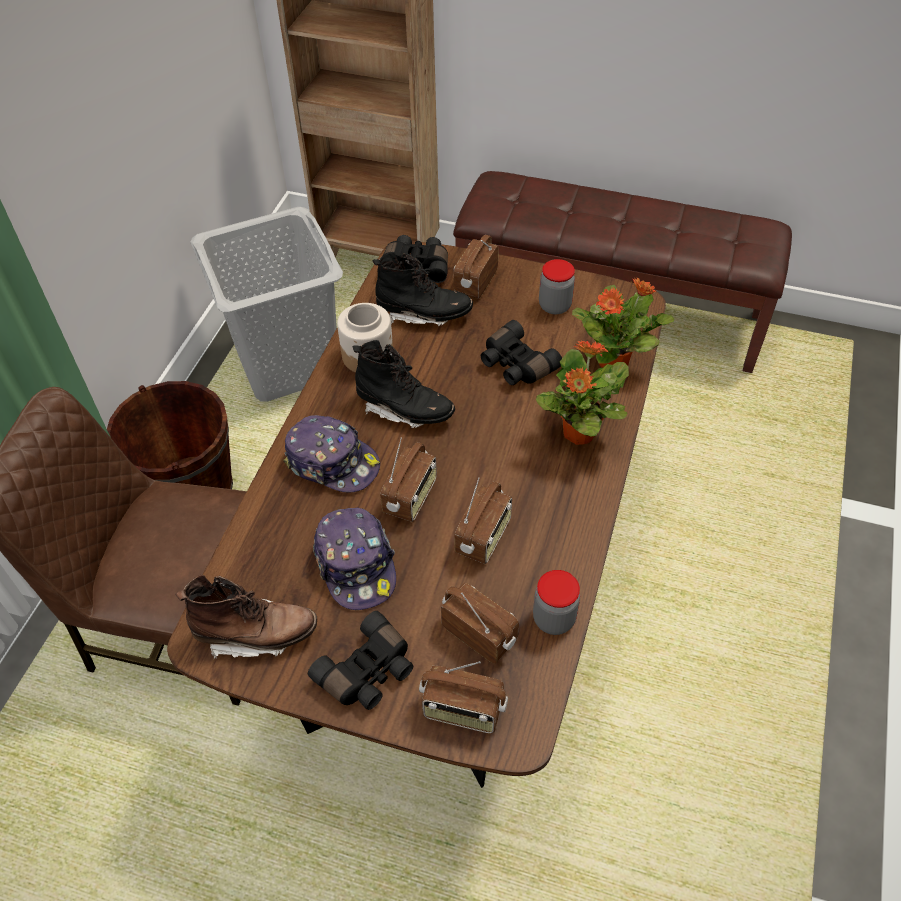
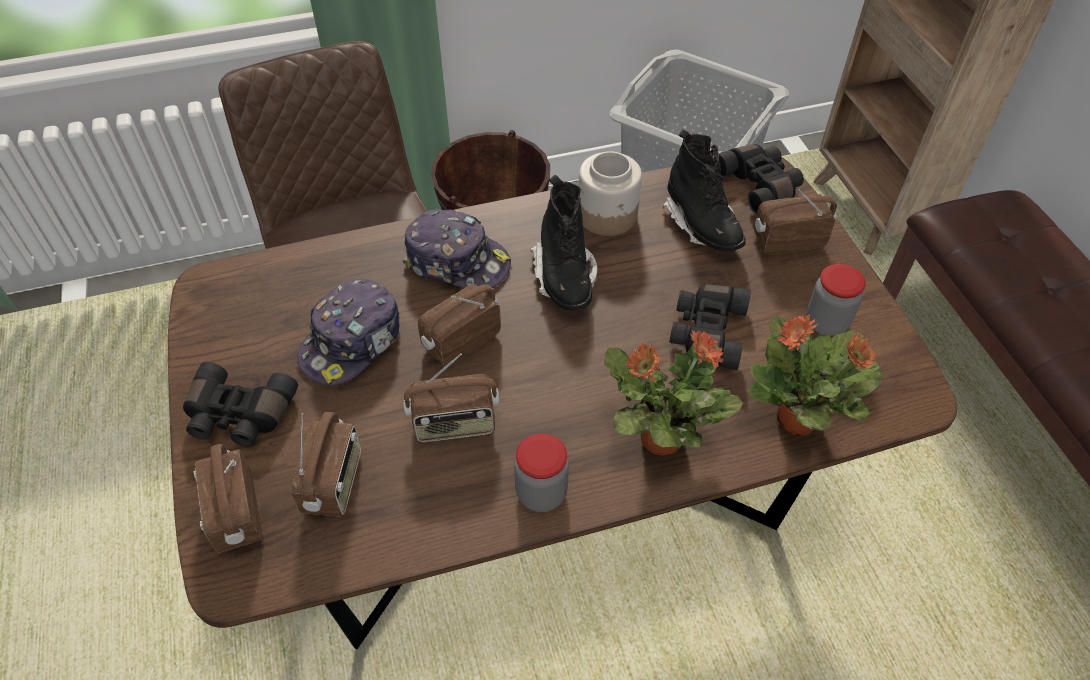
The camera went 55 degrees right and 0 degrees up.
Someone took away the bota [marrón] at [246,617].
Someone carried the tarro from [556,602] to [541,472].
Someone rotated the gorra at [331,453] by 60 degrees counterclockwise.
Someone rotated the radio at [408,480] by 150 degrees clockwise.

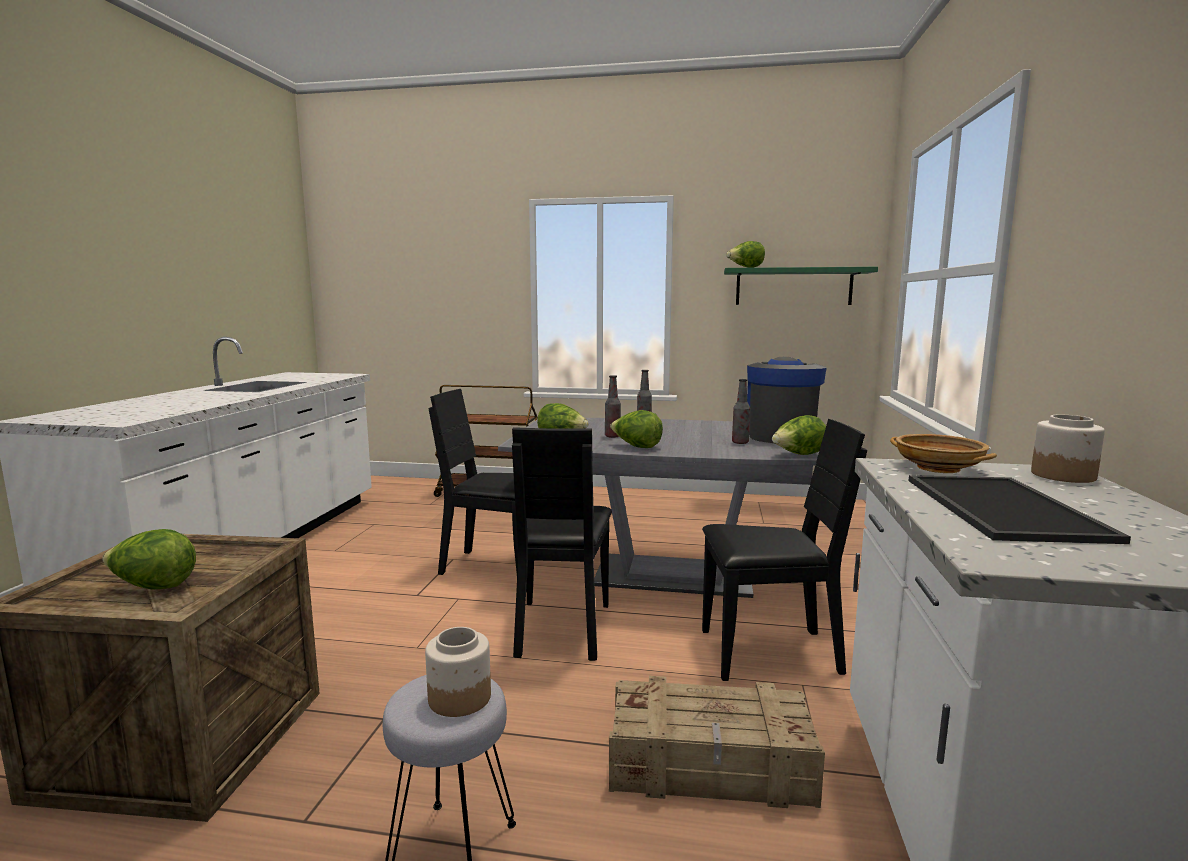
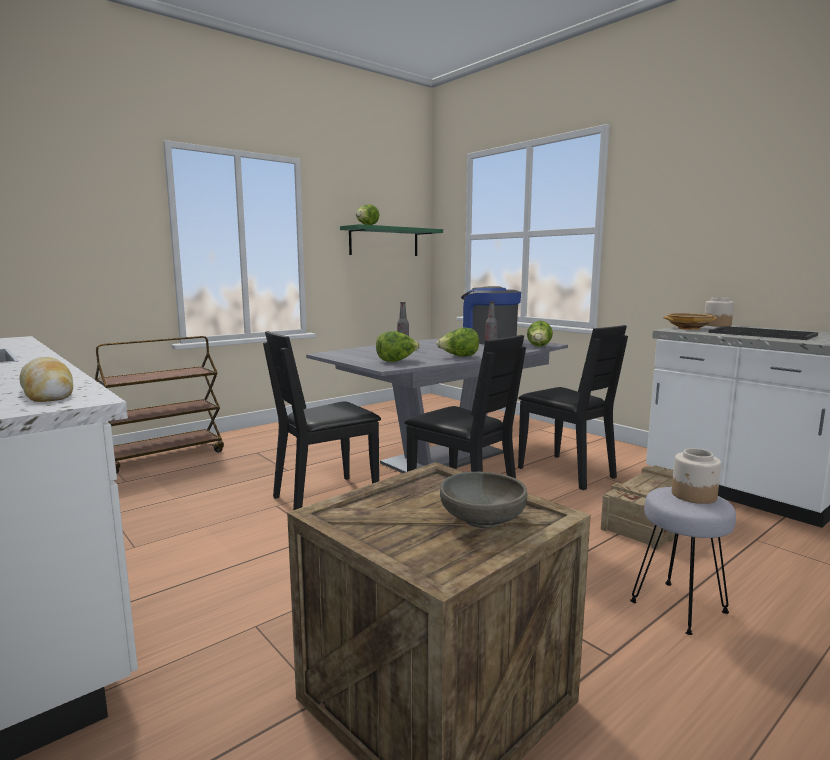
The camera went 50 degrees left and 0 degrees up.
Someone took away the botella at [613,406].
Someone put down the pan at [46,379].
Someone swapped the lechuga at [149,559] for the cuenco [gris] at [483,500].
Someone rotated the silla [negro] at [784,550] by 105 degrees clockwise.

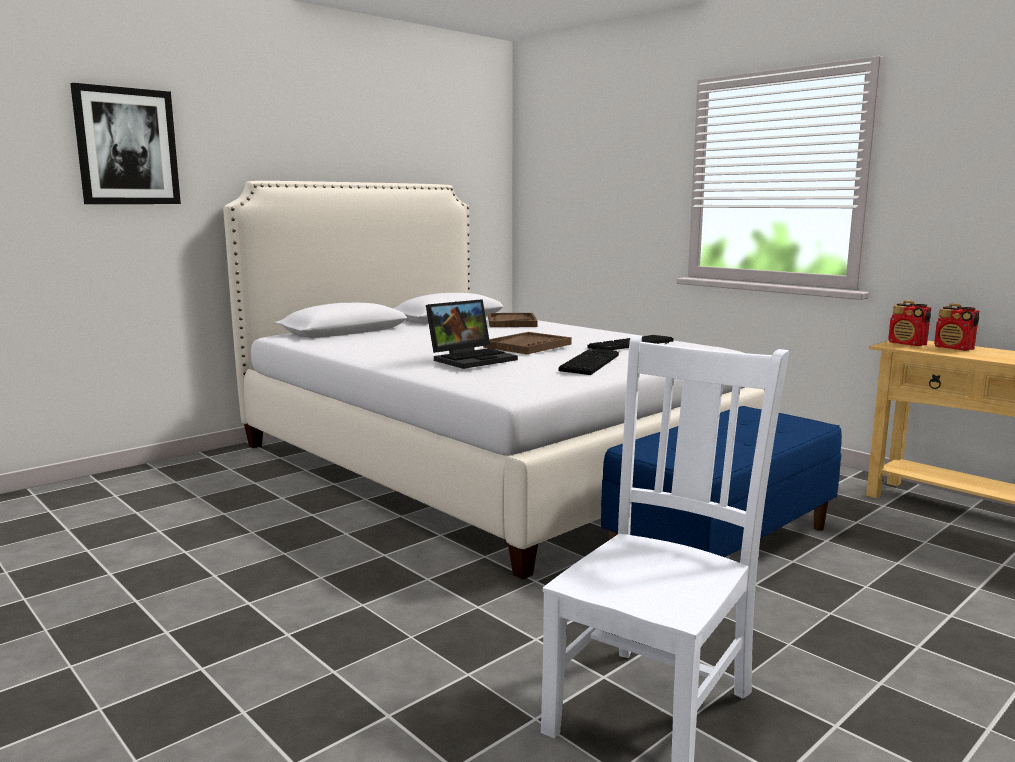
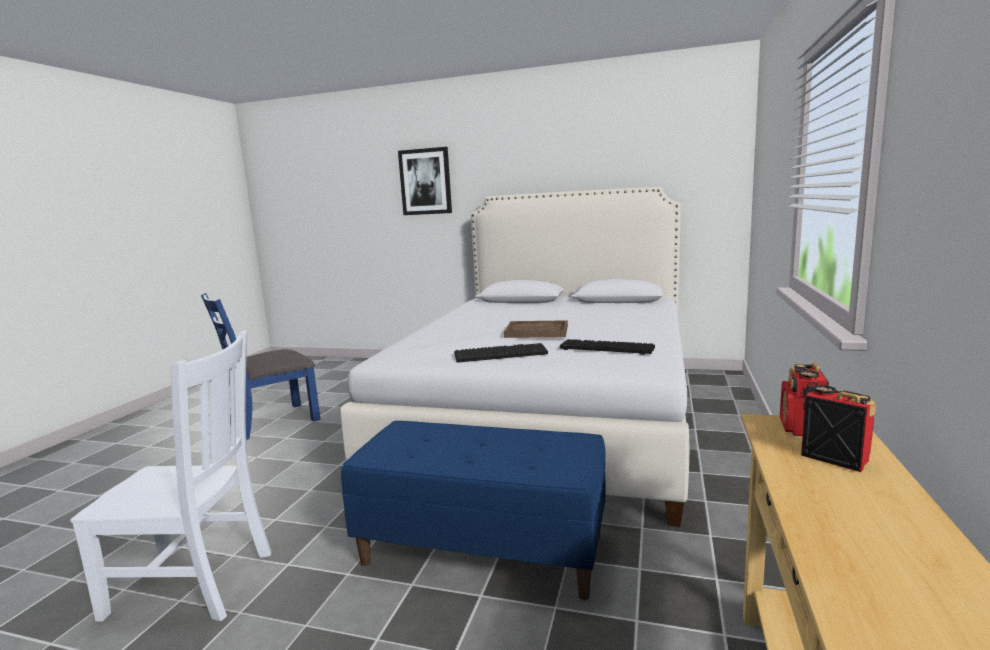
The camera went 60 degrees right and 0 degrees up.
Someone took away the portátil at [472,334].
Someone took away the bandeja [marrón] at [513,320].
Someone put down the silla [azul] at [261,366].
Someone rotated the radio at [956,327] by 120 degrees clockwise.

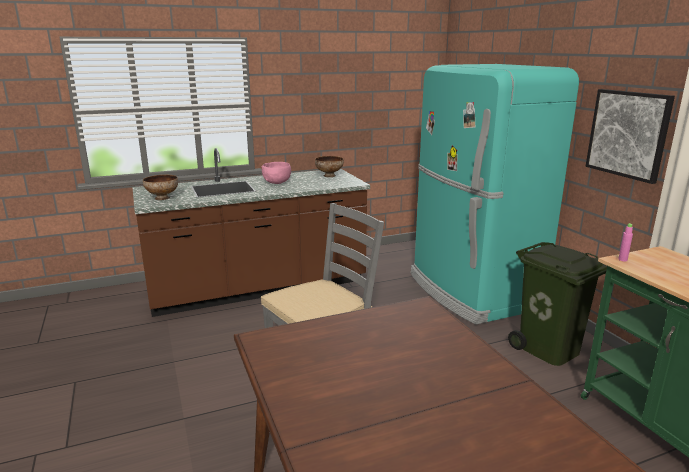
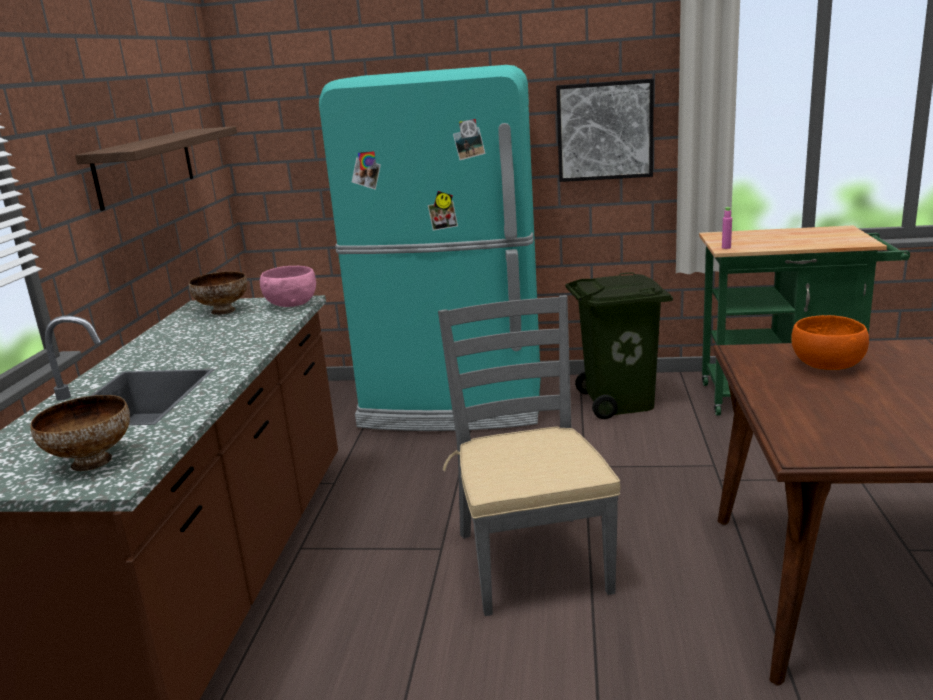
The camera went 60 degrees left and 0 degrees up.
Someone put up the estante at [156,168].
Someone put down the cuenco [naranja] at [830,342].
Someone carried the cuenco [rosa] from [276,173] to [288,286].

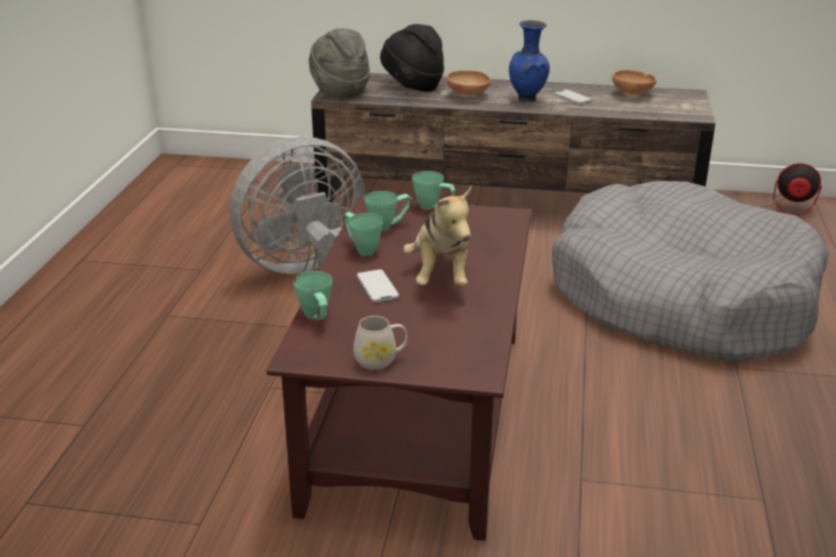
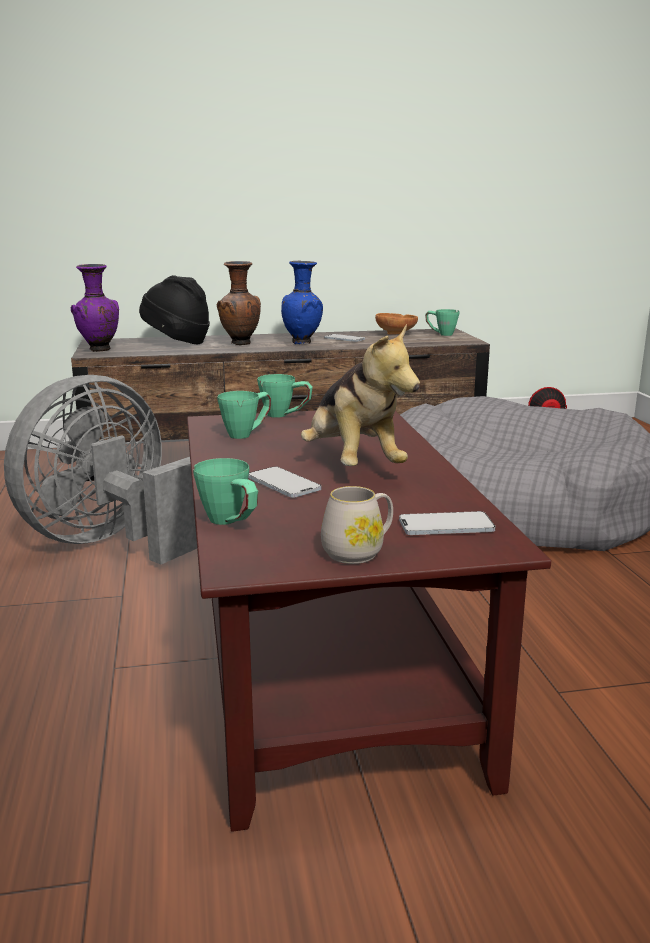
The camera went 20 degrees left and 10 degrees down.
Someone put down the móvil at [447,523].
Someone carried the taza grande [verde] from [363,234] to [442,322].
Someone swapped the sombrero [gris] at [339,63] for the florero [morado] at [95,308].
Someone swapped the cuenco [marrón] at [469,83] for the florero [marrón] at [239,303].

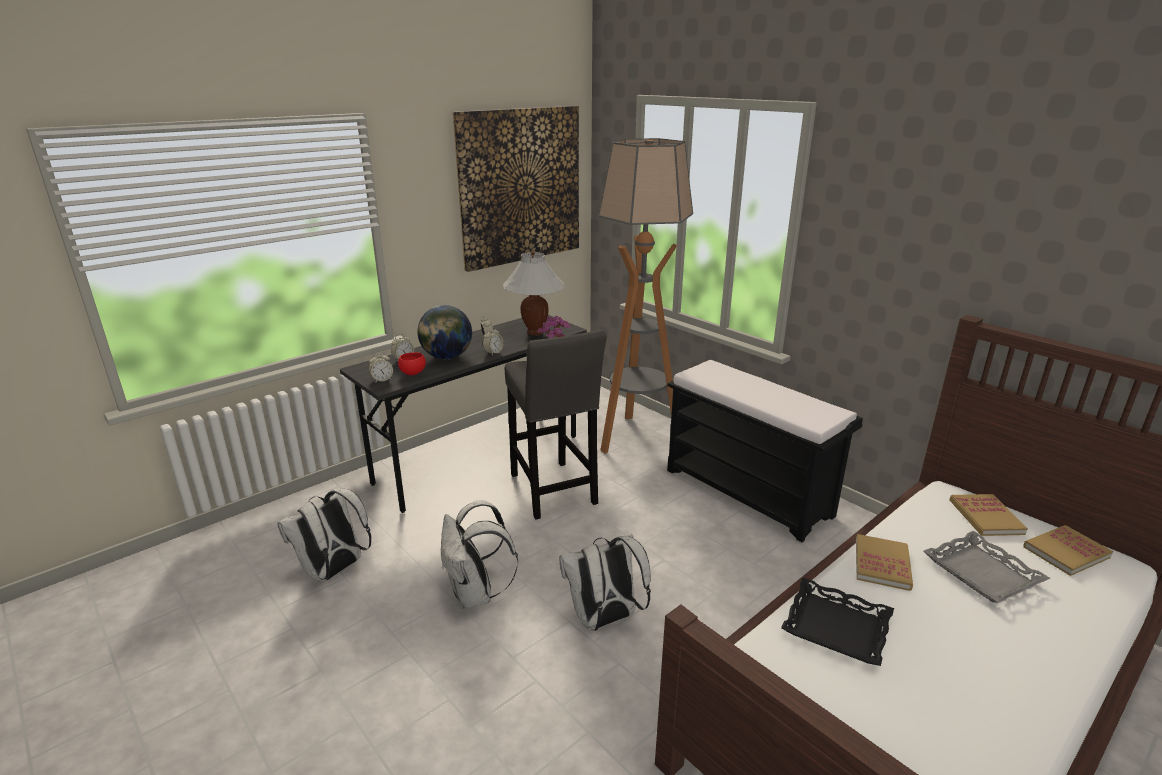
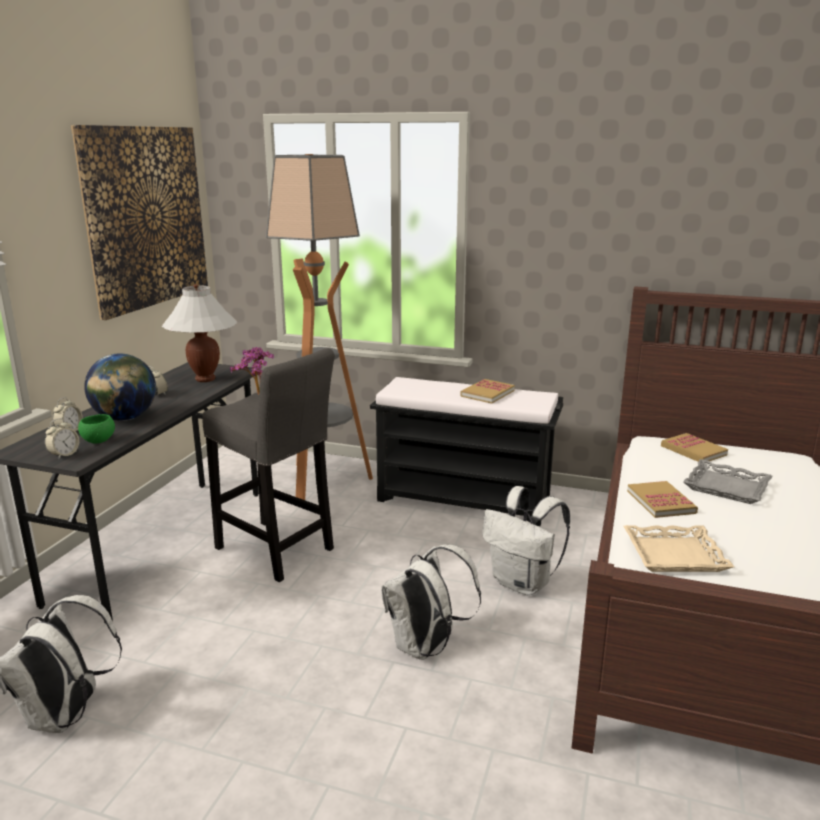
The camera went 30 degrees left and 5 degrees down.
Someone took away the despertador at [493,341].
Someone carried the mochila [blanco] from [479,554] to [526,541].
Someone carried the libro from [1068,550] to [487,391].
Someone repainted the cuenco [rojo] at [412,363], which became the cuenco [verde] at [96,429].
Someone repainted the bandeja [negro] at [837,622], which became the bandeja [beis] at [679,548].

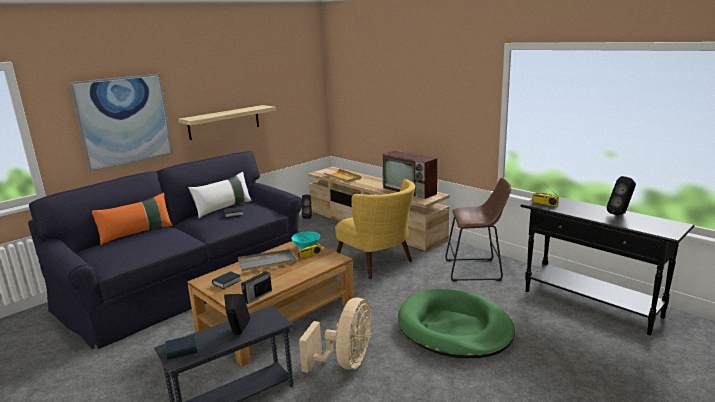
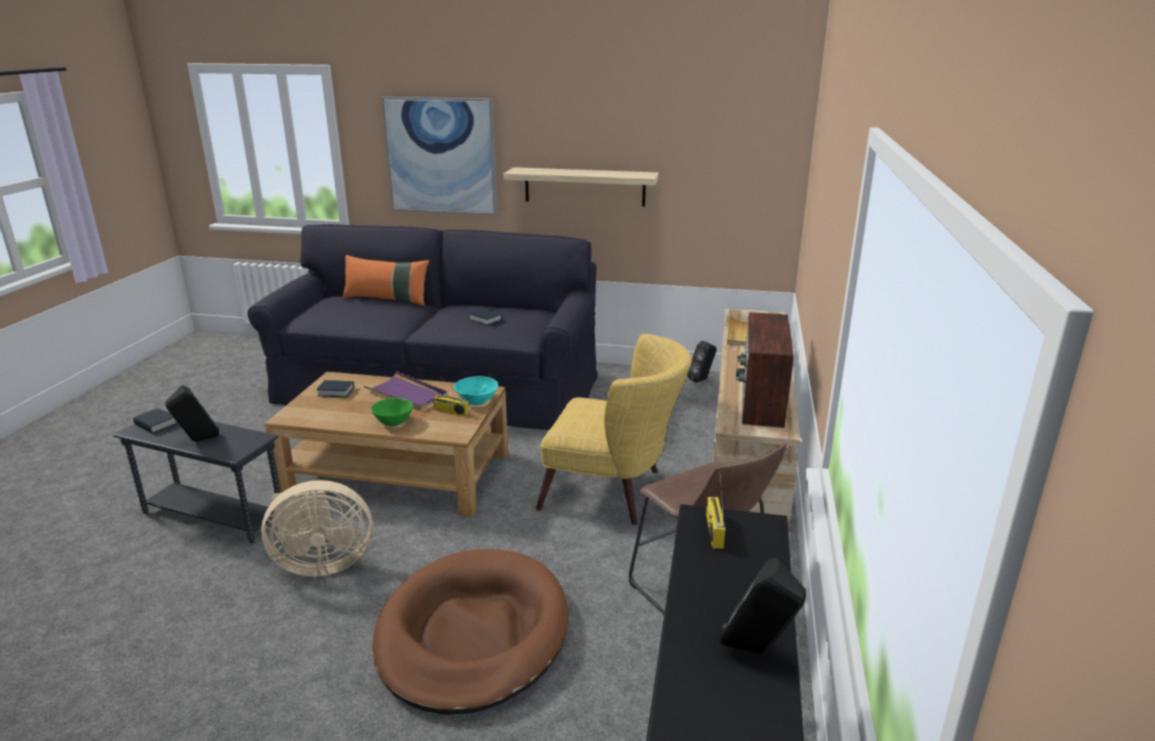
The camera went 55 degrees right and 5 degrees up.
Someone took away the cojín [blanco] at [220,195].
Someone took away the radio at [256,287].
Someone put down the cuenco [verde] at [392,412].
Someone repainted the bandeja [gris] at [267,260], which became the bandeja [morado] at [405,391].
Someone repainted the cama para perro [verde] at [456,323], which became the cama para perro [marrón] at [470,632].
Someone rotated the sillón [amarillo] at [375,229] by 90 degrees counterclockwise.

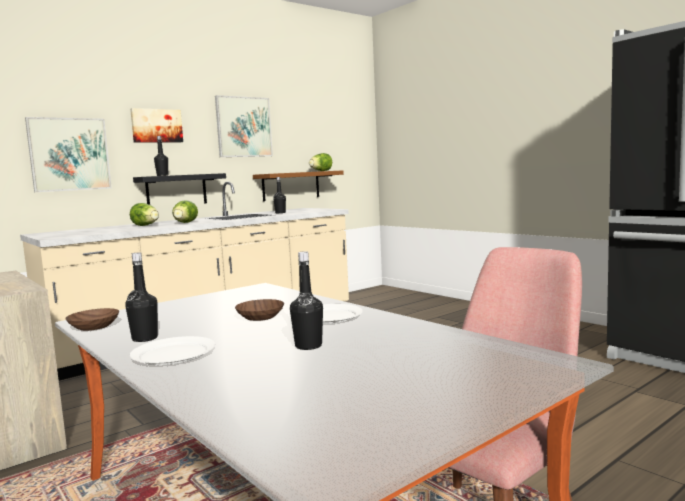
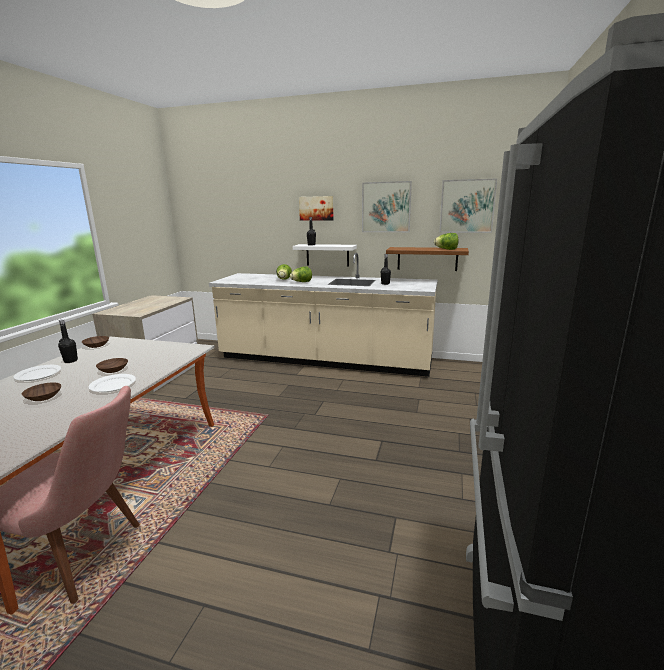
The camera went 55 degrees right and 10 degrees up.
Someone carried the cuadro from [68,154] to [468,206].
Someone swapped the botella [negro] at [306,300] for the cuenco [marrón] at [41,391].
Someone repainted the estante [negro] at [179,189], which became the estante [blanco] at [325,255].

